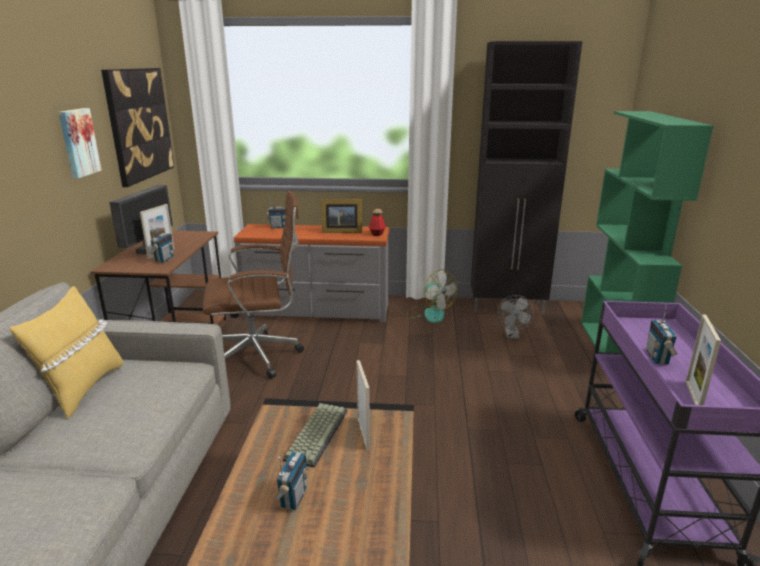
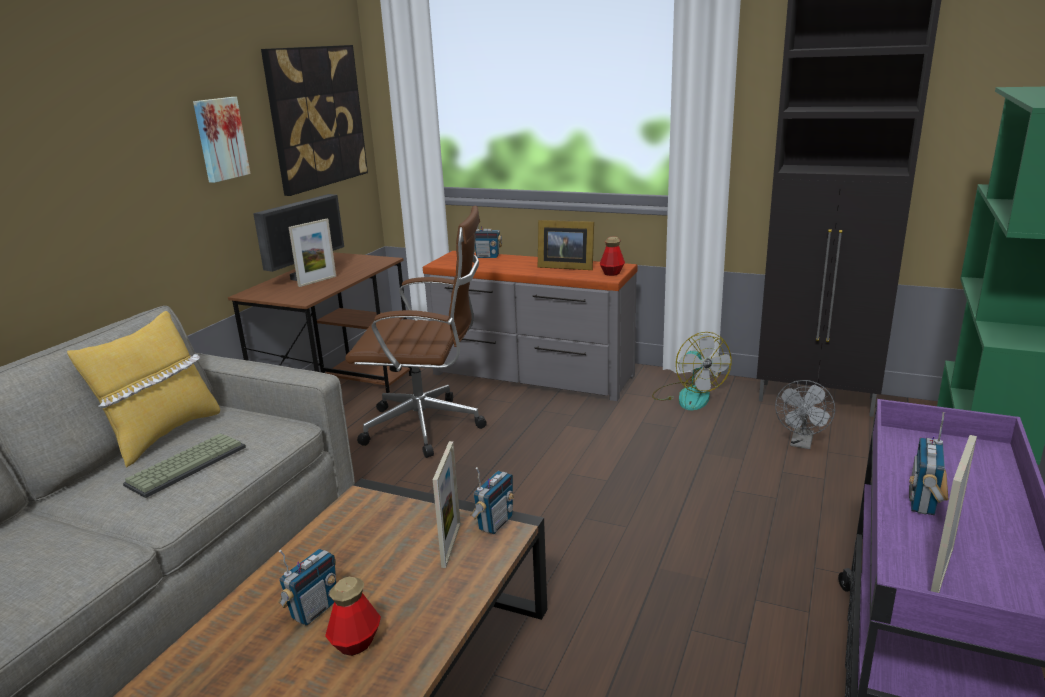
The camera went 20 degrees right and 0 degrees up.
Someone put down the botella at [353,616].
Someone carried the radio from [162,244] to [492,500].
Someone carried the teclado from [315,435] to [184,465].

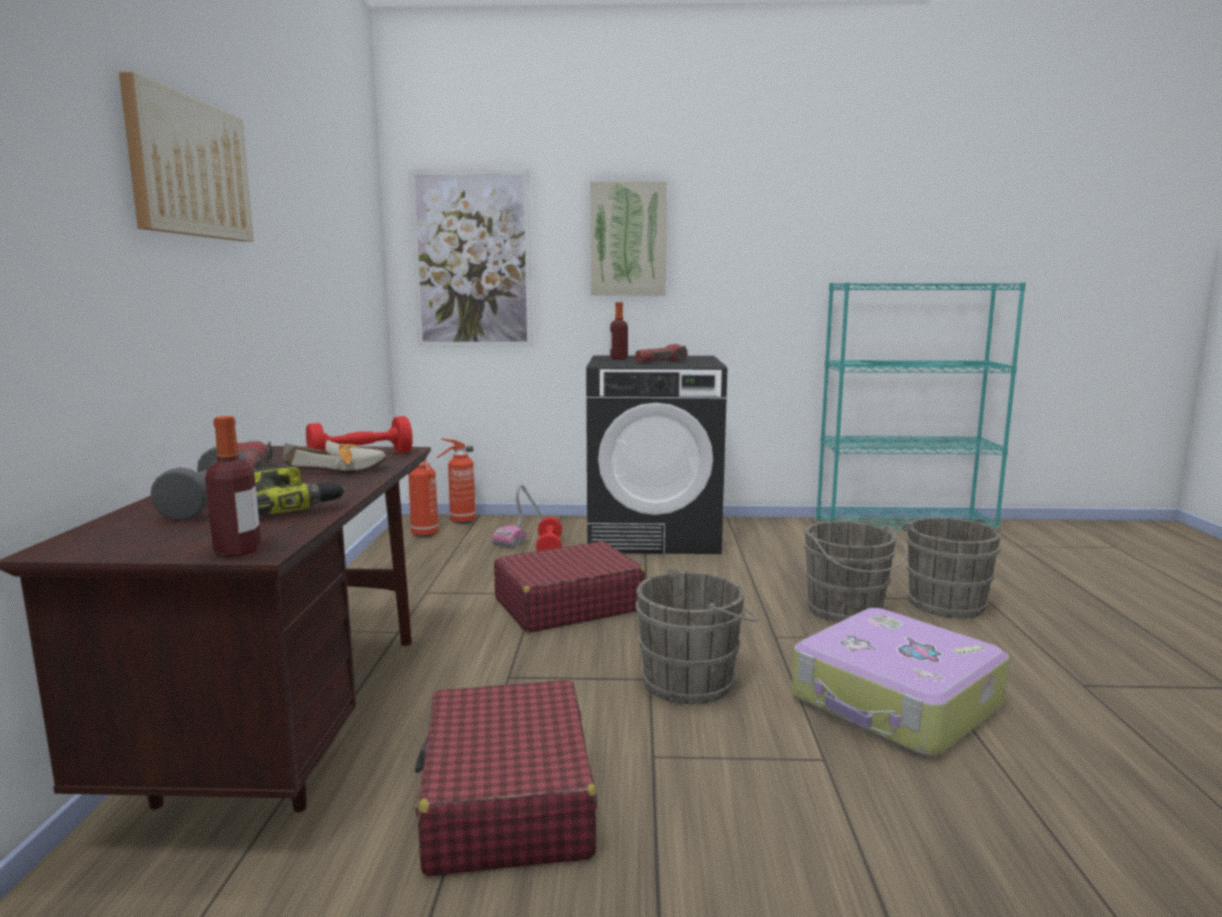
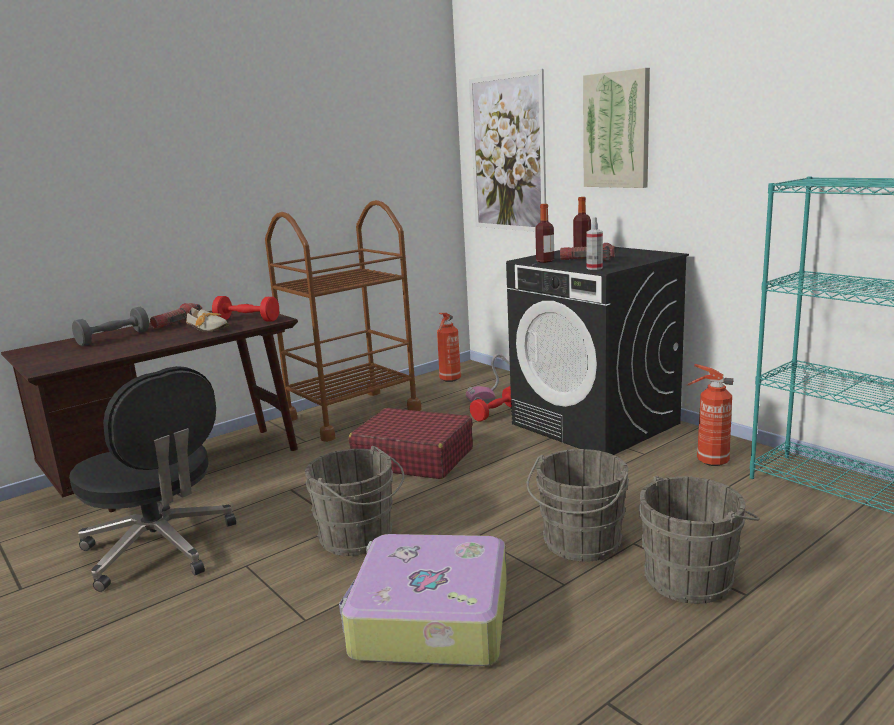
The camera went 50 degrees right and 5 degrees up.
Someone took away the cuadro at [186,157].
Someone took away the taladro at [299,489].
Someone put down the carrito [marrón] at [343,321].
Someone put down the pulverizador at [594,243].
Someone carried the botella from [233,486] to [544,233].
Someone carried the extintor from [456,481] to [710,415].
Someone swapped the maleta [rojo] at [506,778] for the silla de oficina [negro] at [152,479].

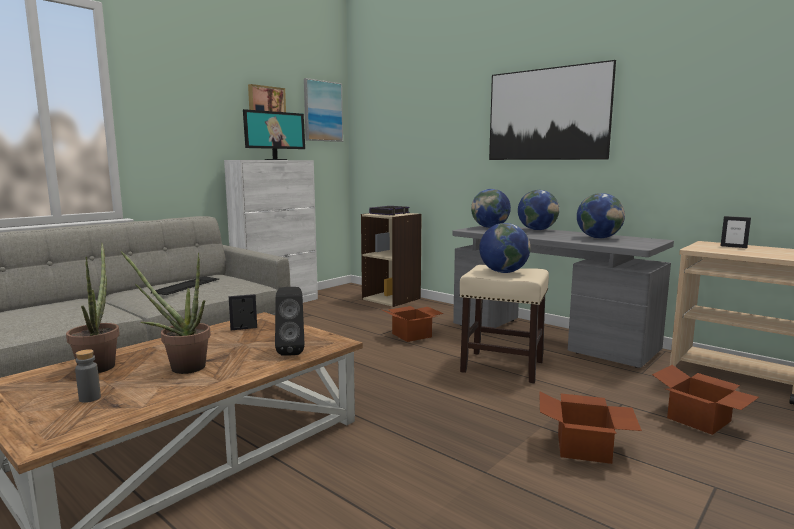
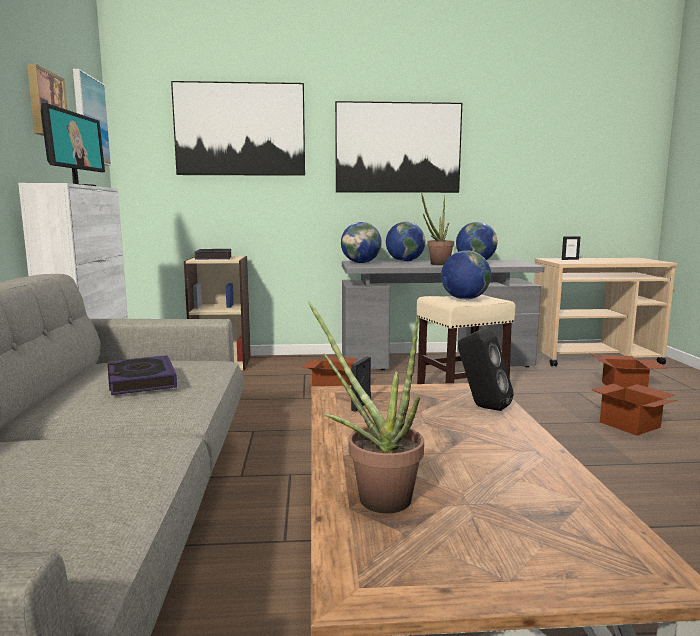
The camera went 45 degrees left and 0 degrees up.
Someone took away the botella [gris] at [88,376].
Someone put up the cuadro at [238,128].
Someone carried the planta en maceta from [166,312] to [437,229].
Someone swapped the teclado at [185,285] for the libro at [142,375].

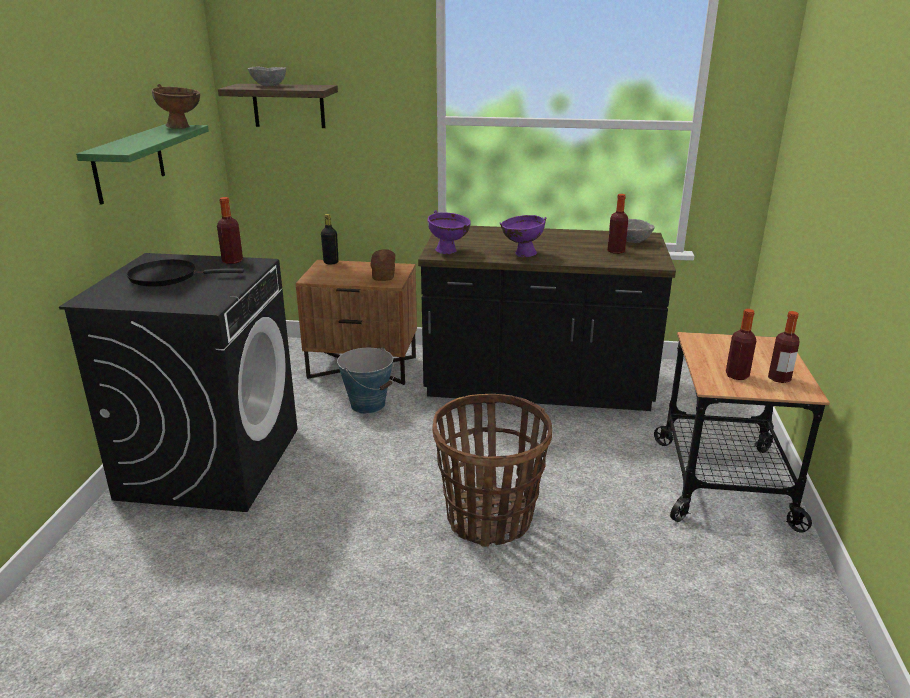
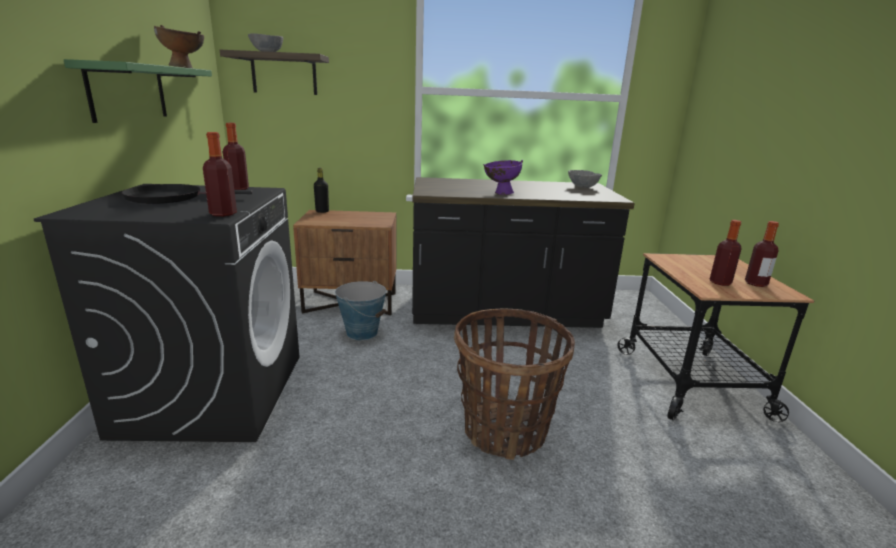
The camera went 10 degrees left and 5 degrees down.
Someone took away the pan at [383,265].
Someone took away the cuenco [morado] at [449,232].
Someone carried the botella from [618,224] to [220,174].

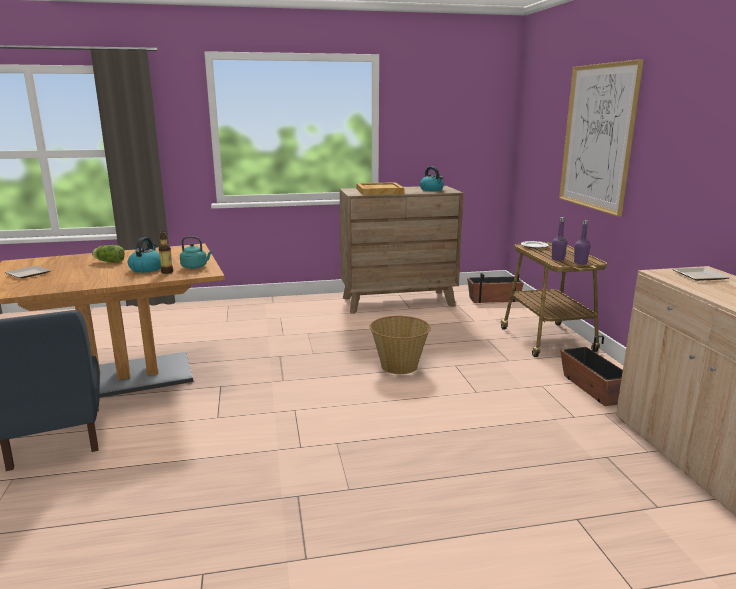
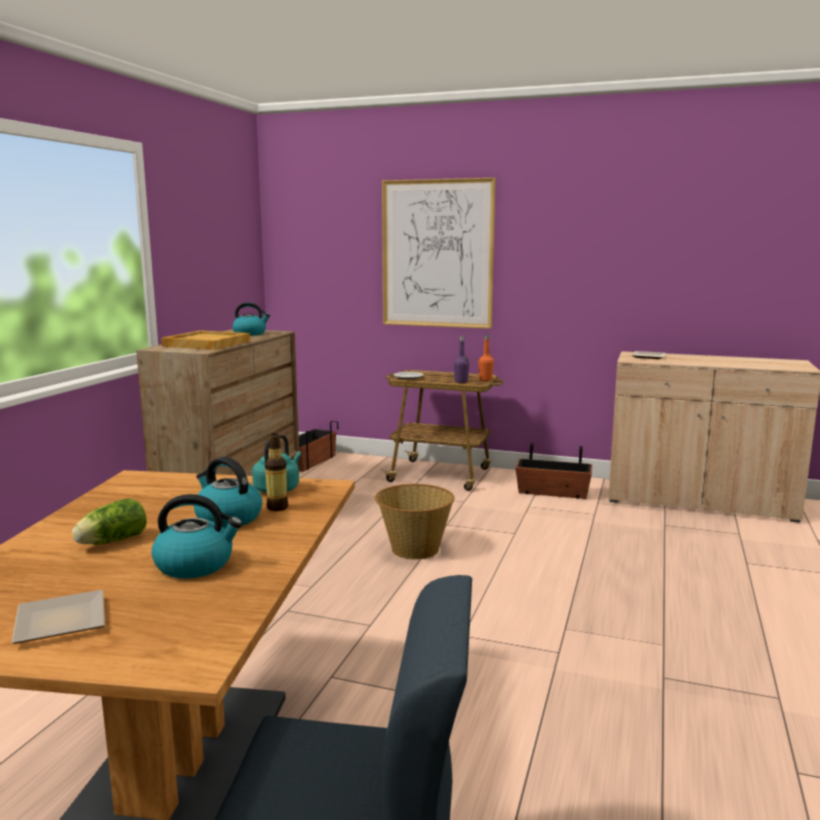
The camera went 60 degrees left and 5 degrees down.
Someone put down the hervidor at [196,536].
Someone repainted the botella [morado] at [582,242], which became the botella [naranja] at [486,358].

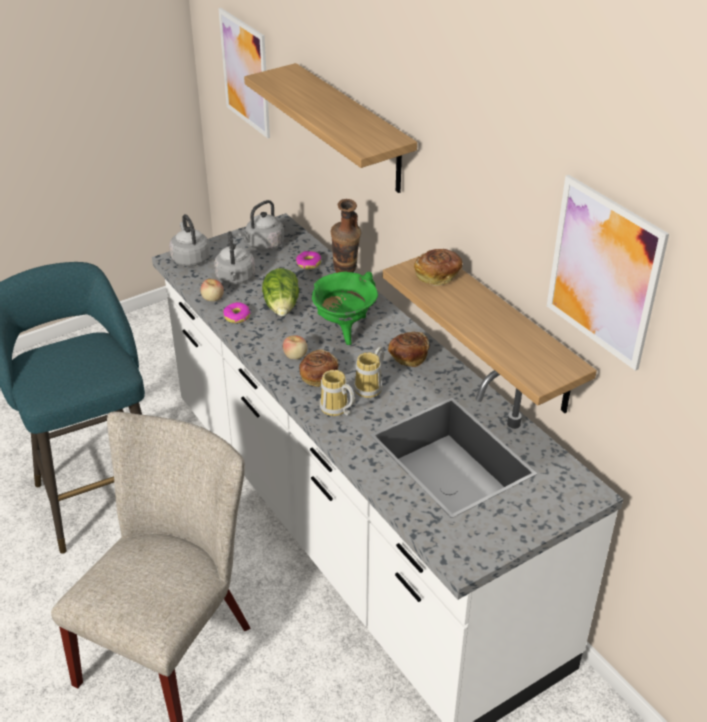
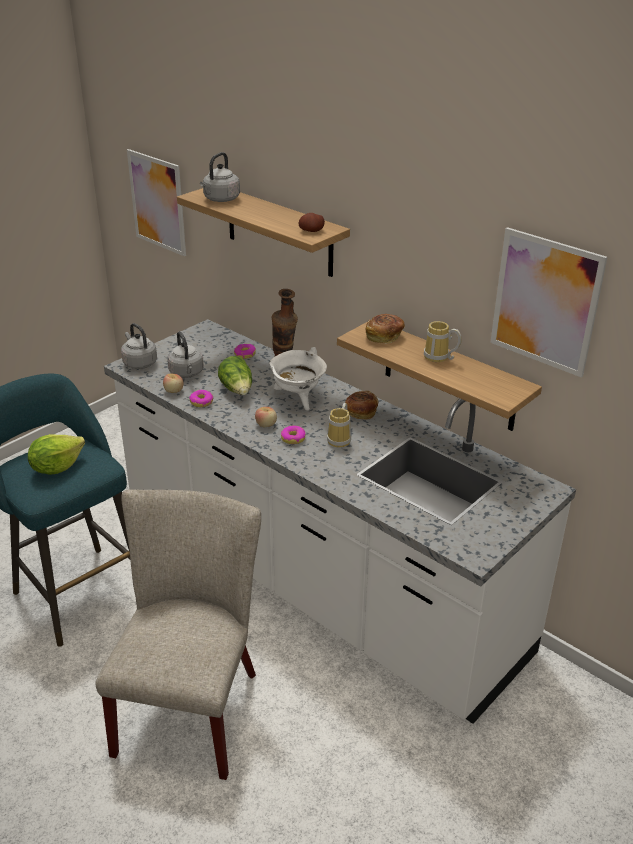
The camera went 15 degrees left and 5 degrees down.
Someone put down the lechuga at [56,454].
Someone put down the patata at [311,222].
Someone carried the hervidor [gris] from [261,225] to [220,177].
Someone carried the taza grande from [337,393] to [443,341].
Someone swapped the pan at [318,368] for the rosquilla at [293,434].
Someone repainted the olla [verde] at [345,308], which became the olla [blanco] at [298,379].

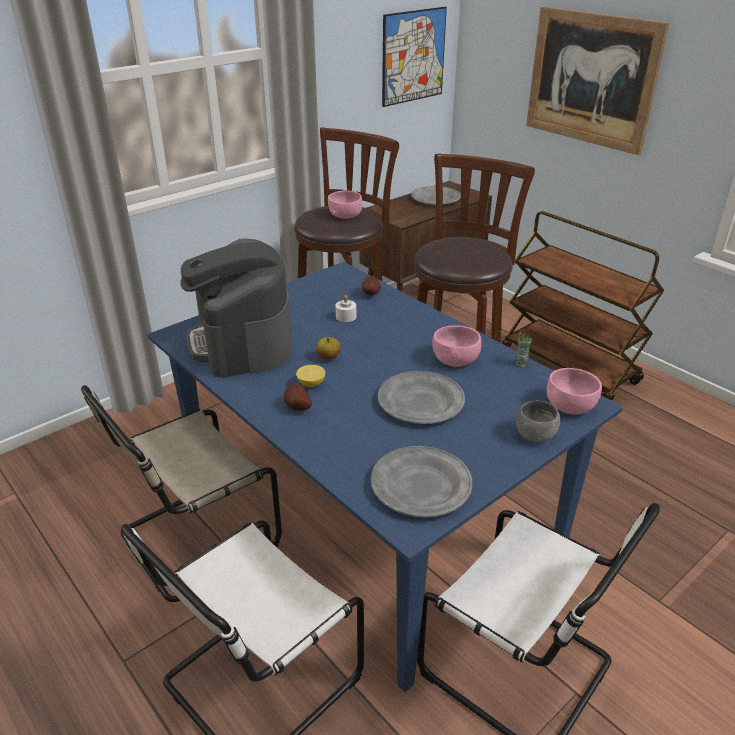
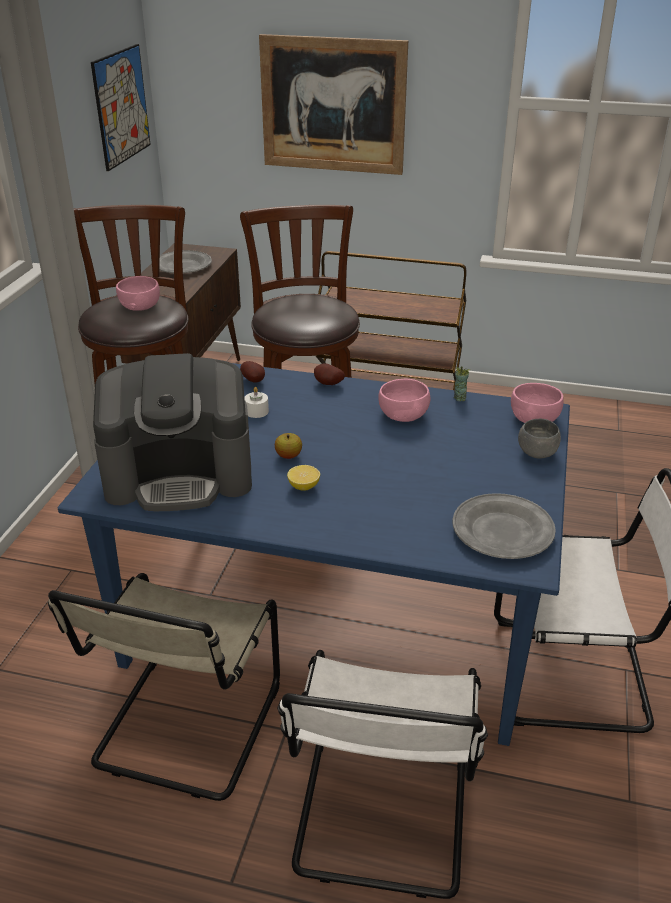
The camera went 35 degrees left and 0 degrees up.
Someone took away the plato [gris] at [421,397].
Someone carried the patata from [298,397] to [329,374].
Someone rotated the cafetera at [236,308] by 45 degrees counterclockwise.

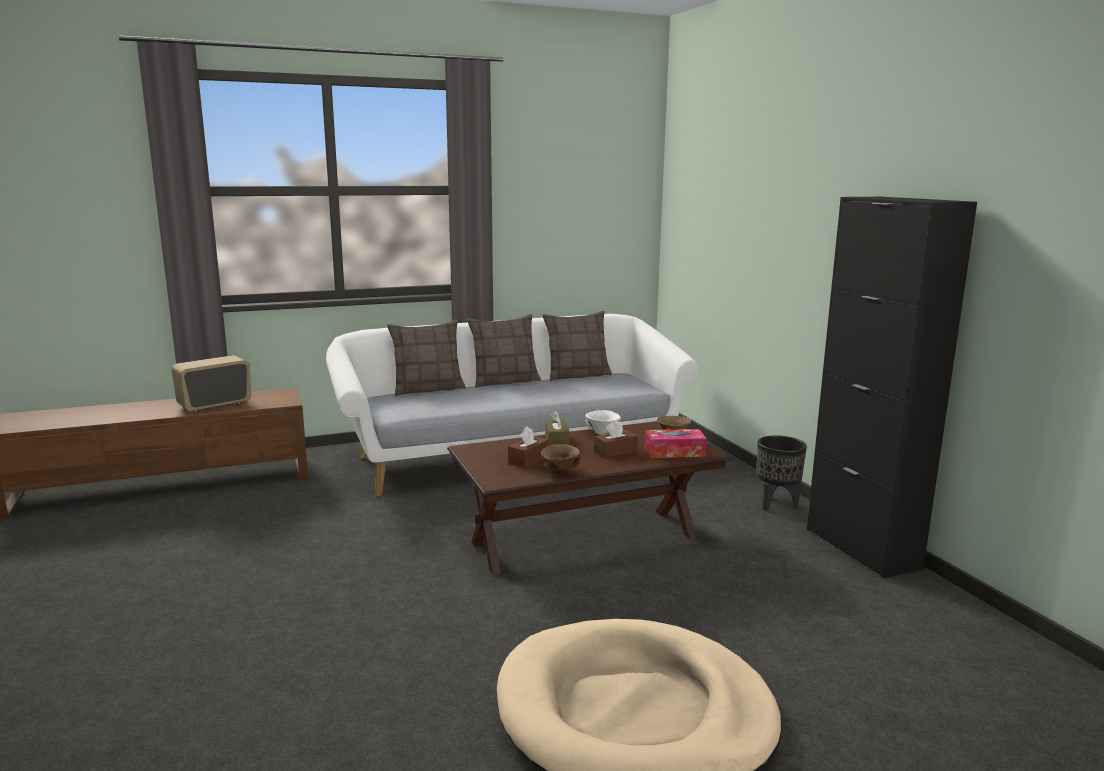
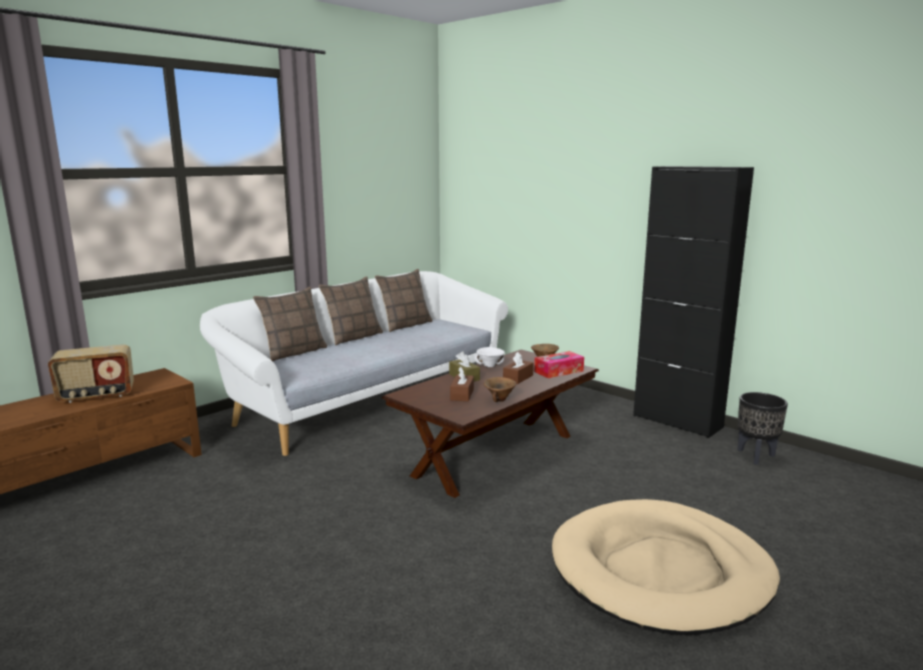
The camera went 25 degrees left and 0 degrees up.
Someone carried the maceta [negro] from [782,473] to [763,428].
Someone rotated the radio at [211,383] by 135 degrees counterclockwise.

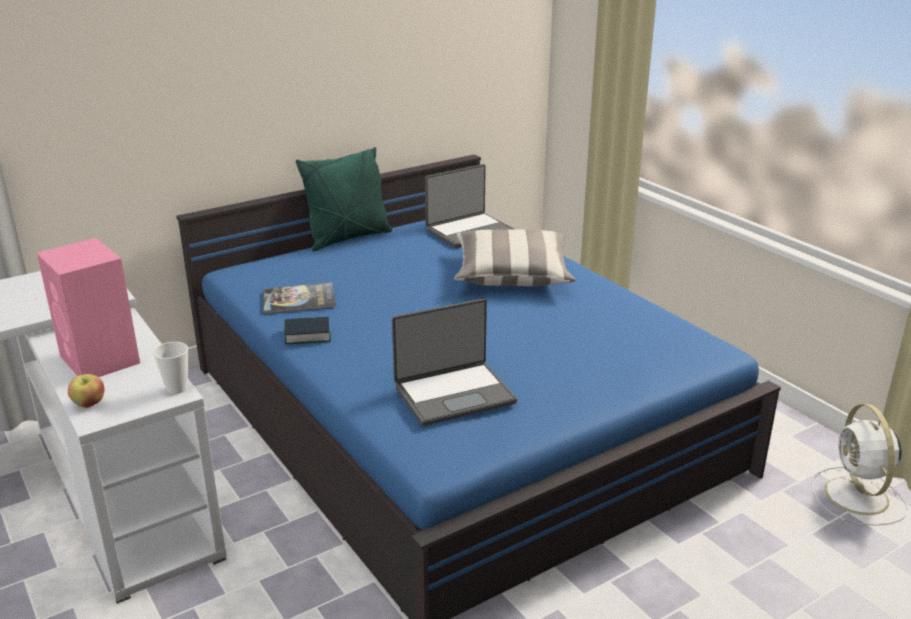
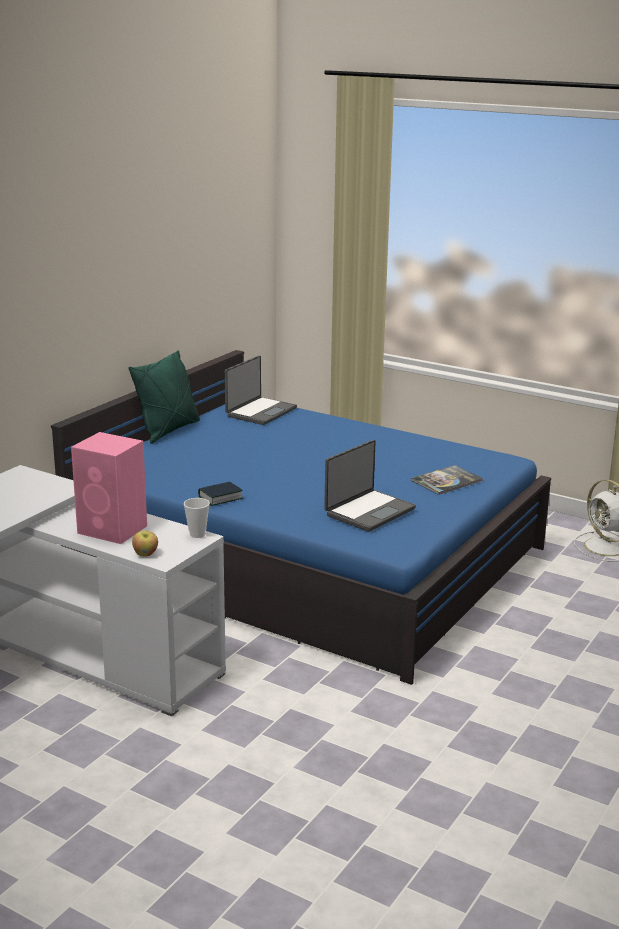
The camera went 25 degrees left and 5 degrees down.
Someone took away the cojín at [515,257].
Someone carried the libro from [300,298] to [447,480].

